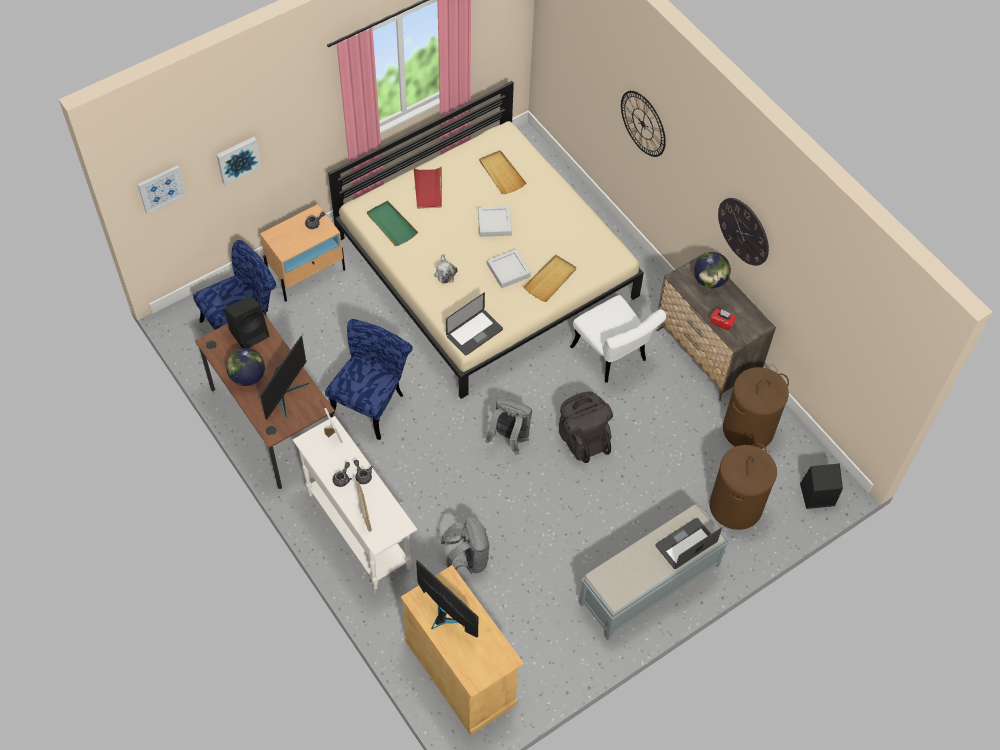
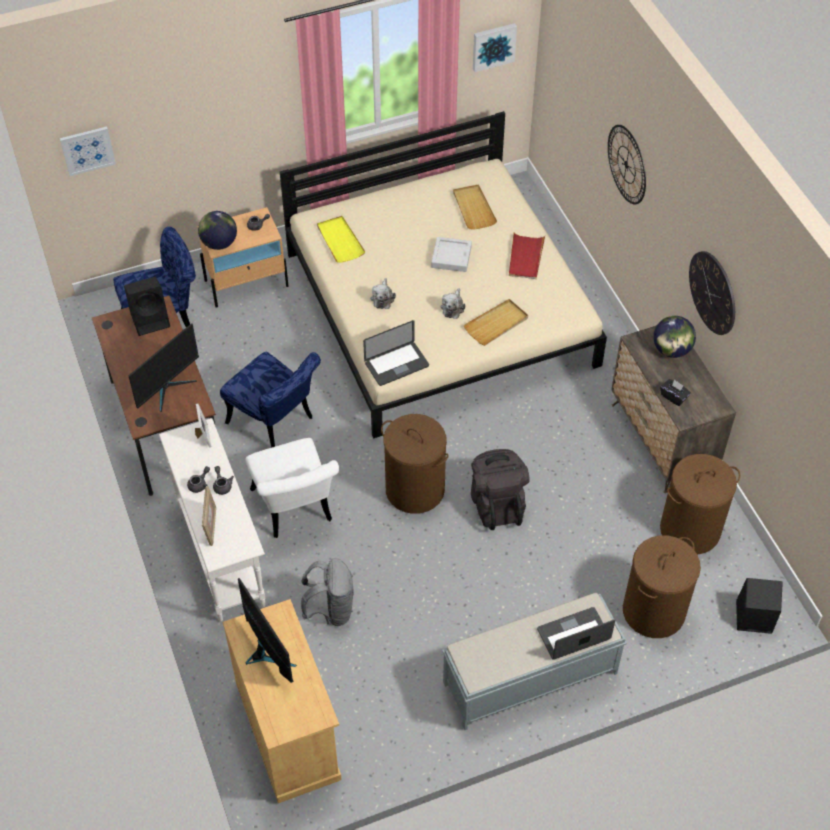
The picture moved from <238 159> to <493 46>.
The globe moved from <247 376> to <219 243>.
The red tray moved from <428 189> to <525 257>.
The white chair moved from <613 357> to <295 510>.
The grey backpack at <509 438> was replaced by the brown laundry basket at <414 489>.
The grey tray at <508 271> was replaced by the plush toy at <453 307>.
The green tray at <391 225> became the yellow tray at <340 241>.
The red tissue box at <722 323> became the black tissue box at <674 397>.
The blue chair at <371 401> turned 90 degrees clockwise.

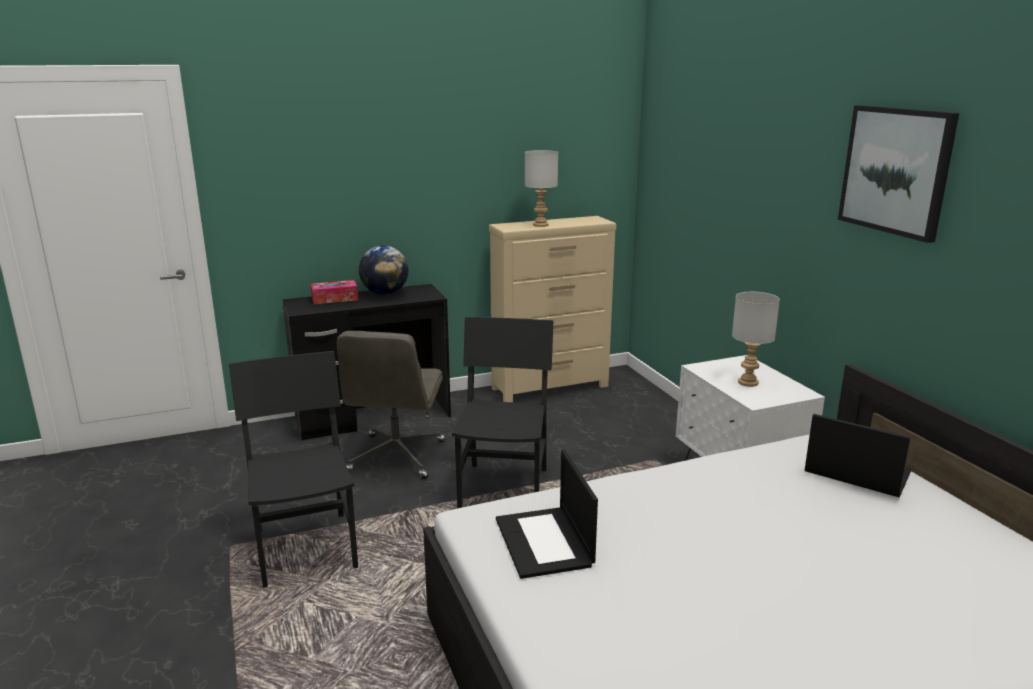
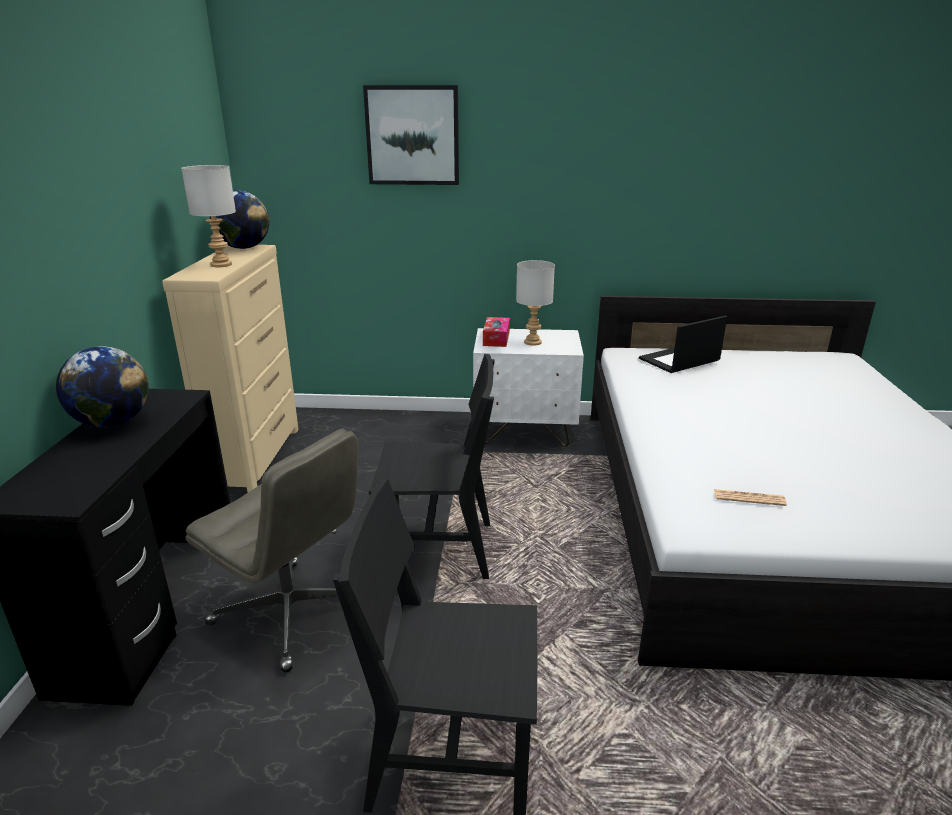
The globe at <244 248> appeared.
The tissue box moved from <334 299> to <496 338>.
The picture moved from <896 170> to <413 135>.
The laptop at <545 543> was replaced by the newspaper at <749 498>.
The black chair at <504 488> turned 150 degrees clockwise.

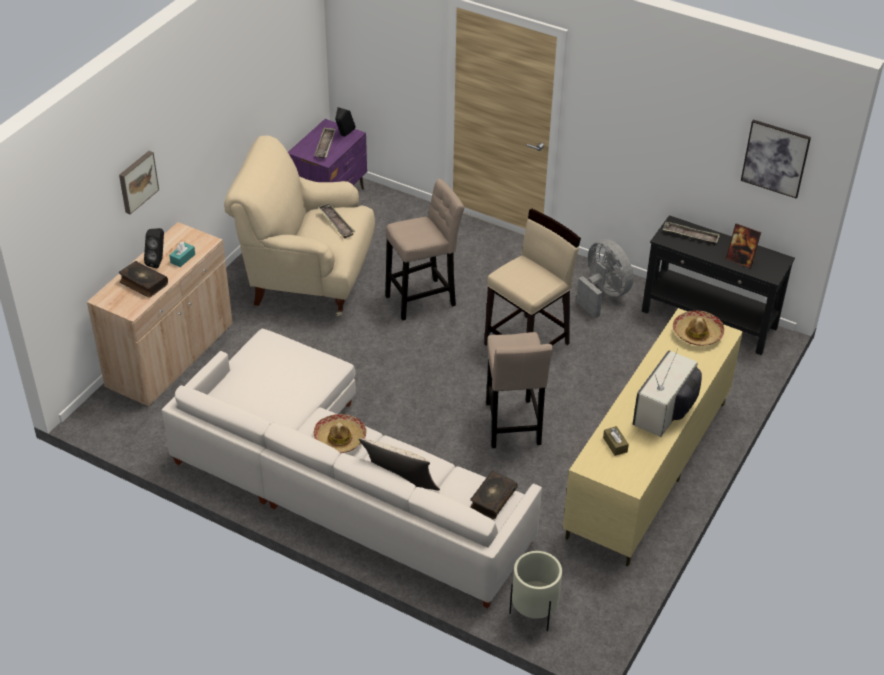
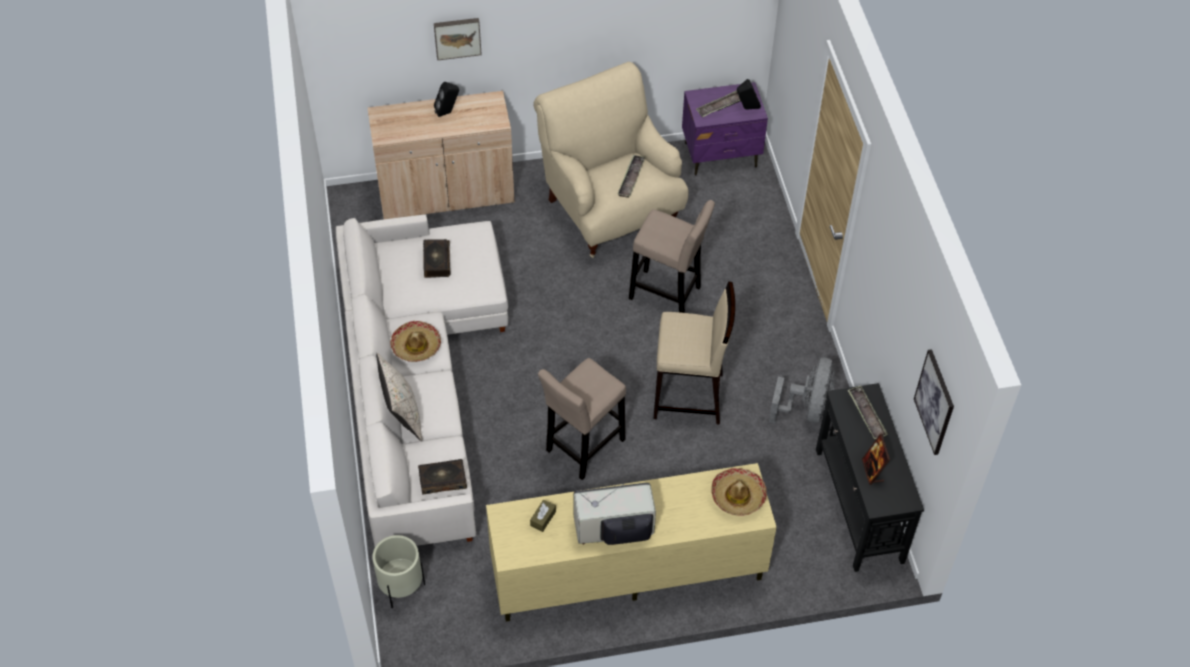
The turquoise tissue box at <183 258> disappeared.
The book moved from <143 283> to <436 262>.

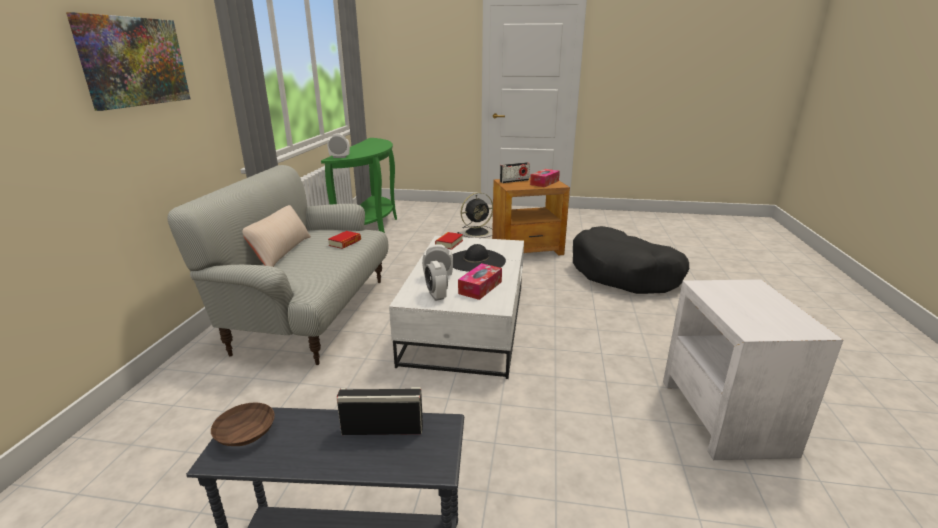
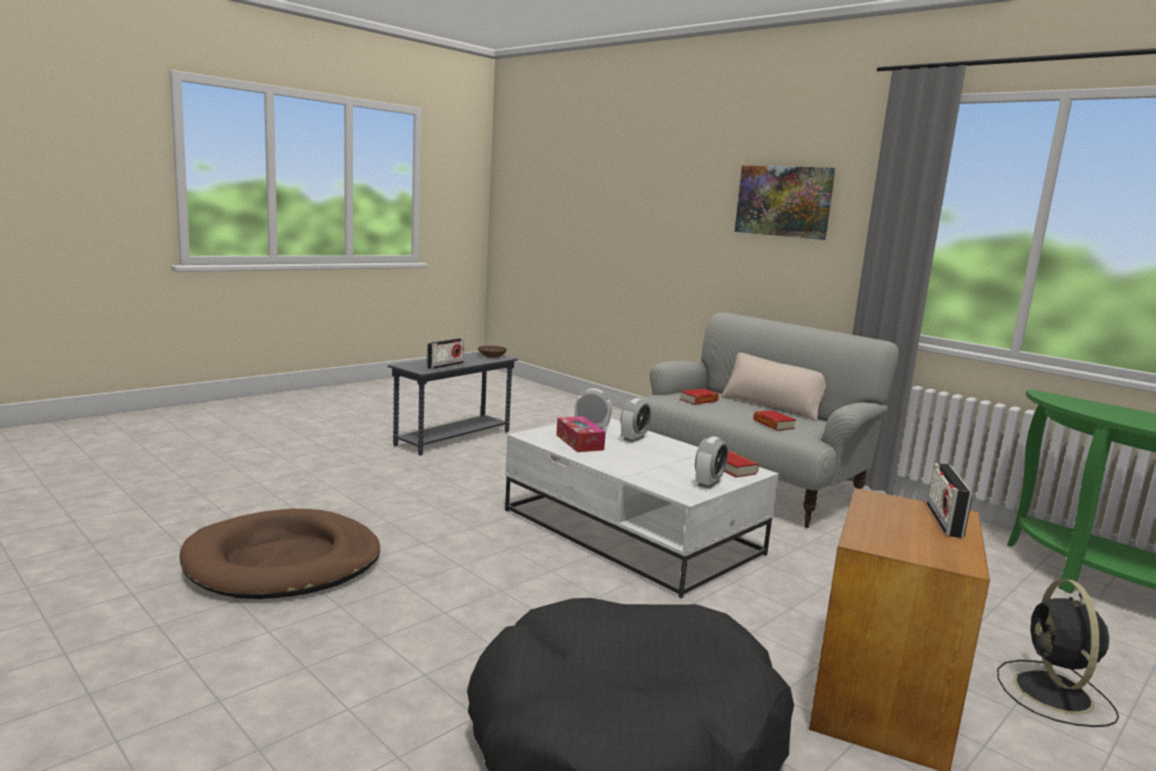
The black hat at <476 261> disappeared.
The tissue box at <544 183> disappeared.
The book at <698 400> appeared.
The alarm clock moved from <339 157> to <708 483>.
The white side table at <725 415> was replaced by the brown dog bed at <283 562>.

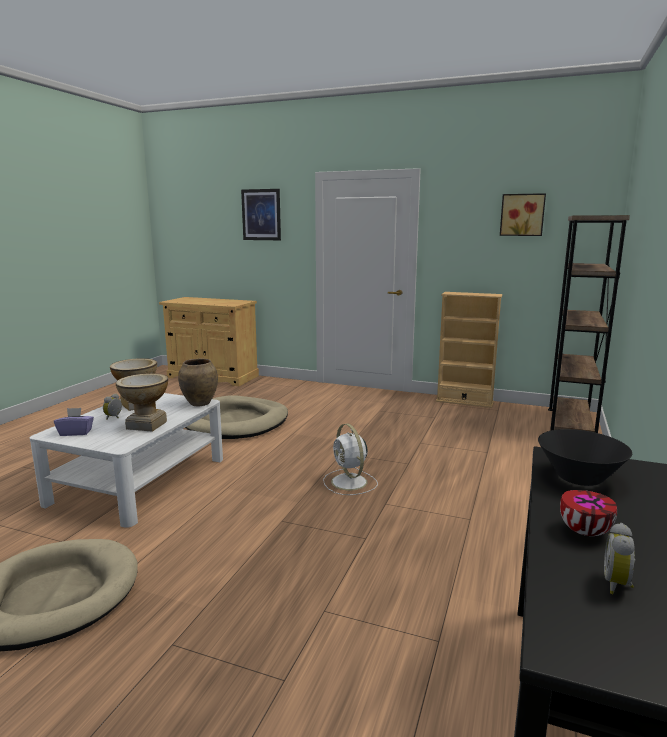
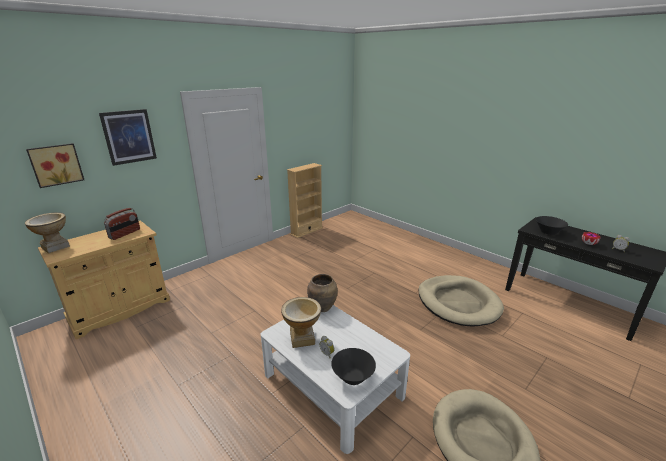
The white fan at <350 482> disappeared.
The brown bookcase at <570 426> disappeared.
The radio at <125 234> appeared.
The vase moved from <146 425> to <55 247>.
The beige dog bed moved from <236 422> to <458 303>.
The picture moved from <522 215> to <56 164>.
The purple tissue box at <76 432> was replaced by the black bowl at <353 377>.

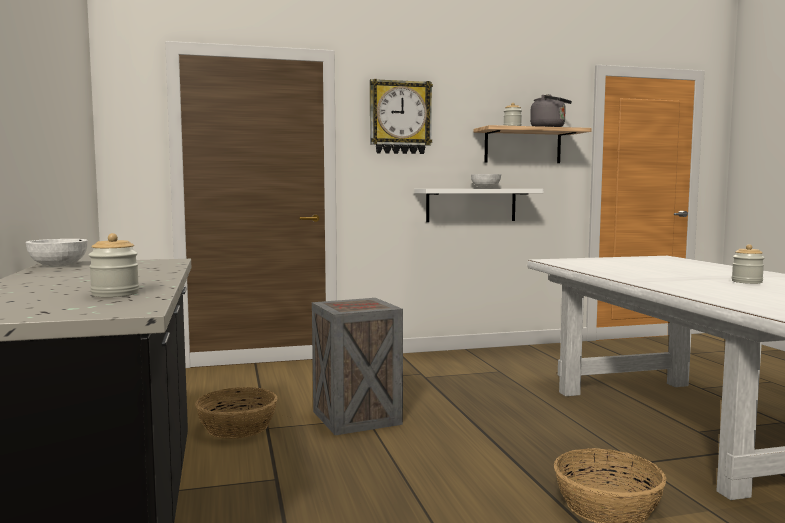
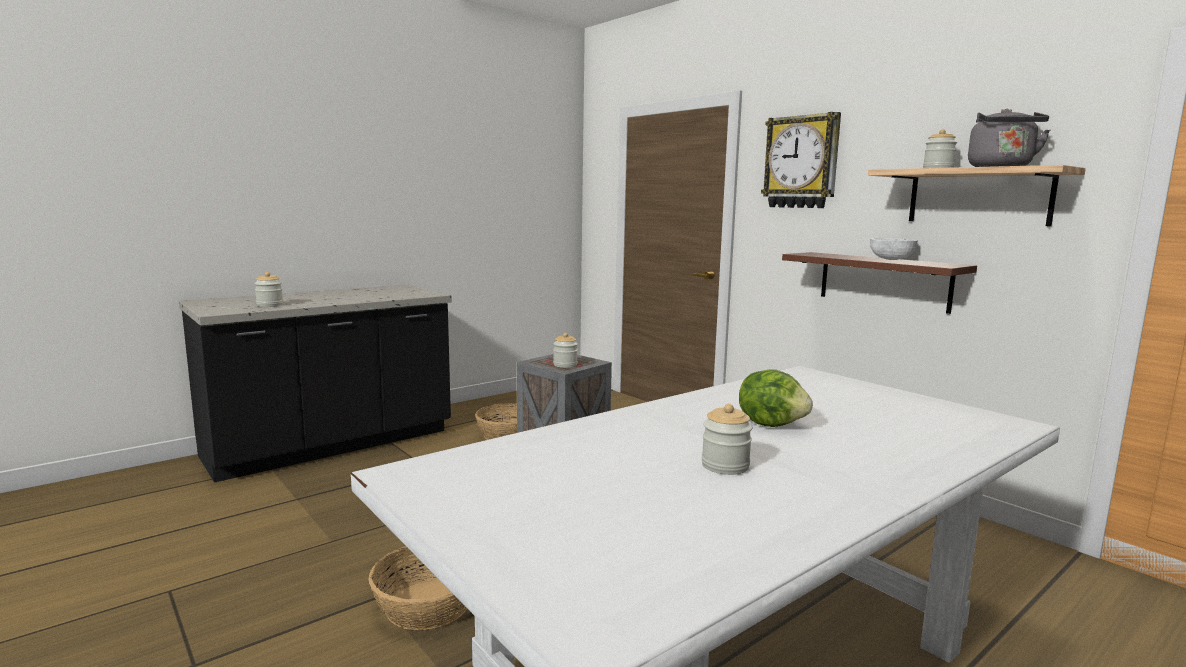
The white bowl at <58 266> disappeared.
The jar at <565 365> appeared.
The lettuce at <772 424> appeared.
The white shelf at <471 205> became the brown shelf at <883 281>.

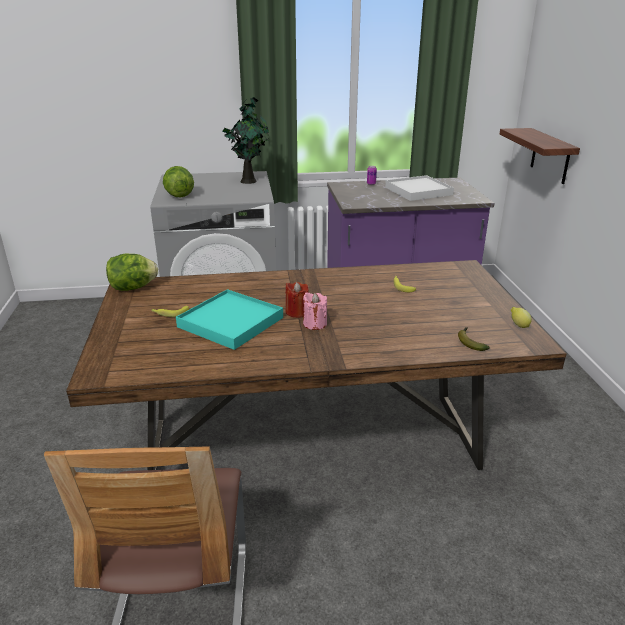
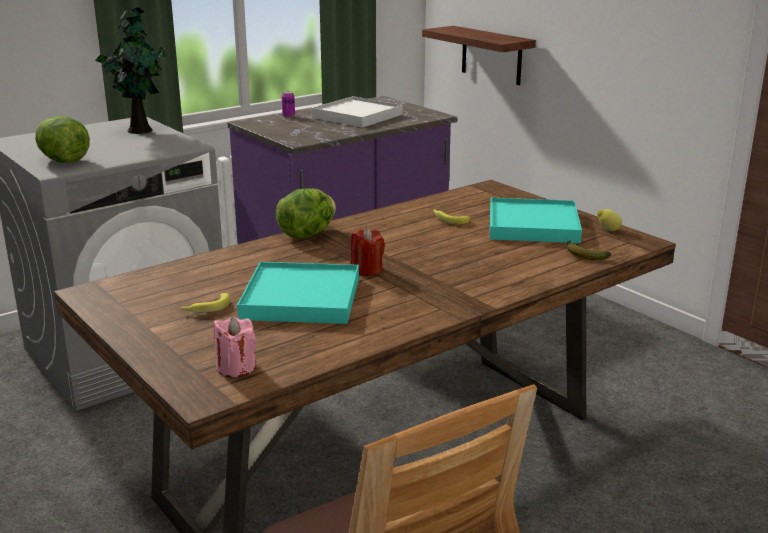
The turquoise tray at <532 225> appeared.
The lettuce moved from <133 288> to <307 234>.
The pink candle moved from <315 324> to <236 368>.

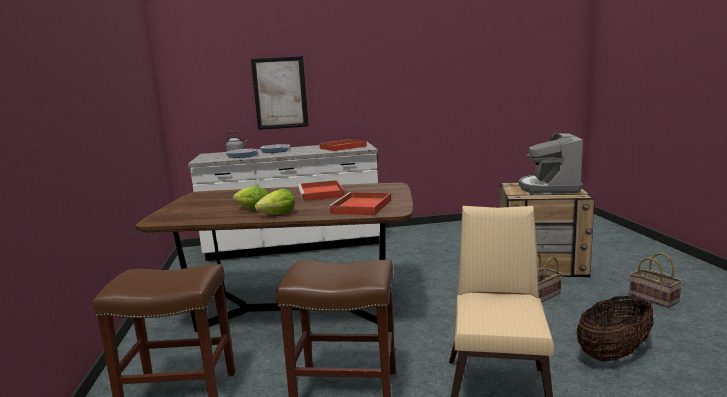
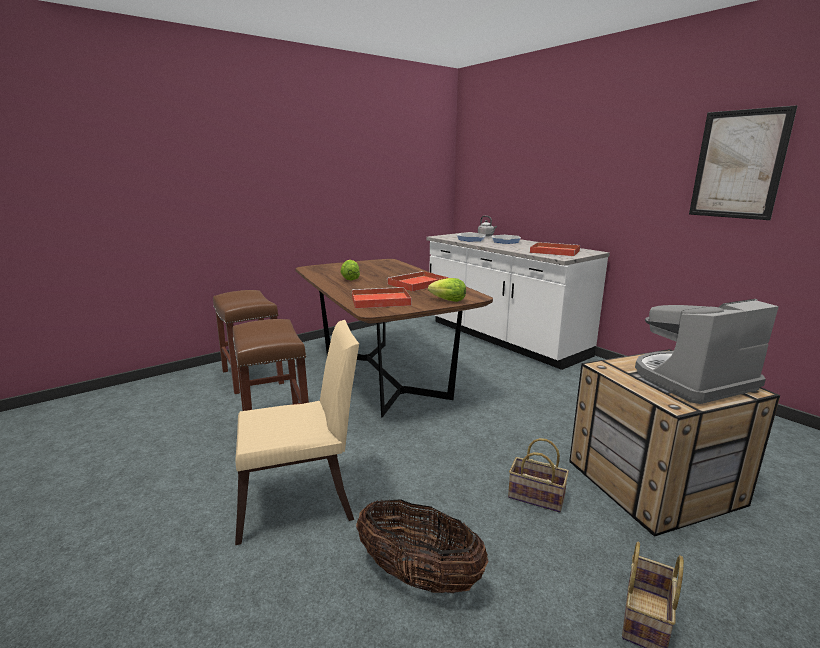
The picture moved from <280 93> to <738 165>.
The lettuce moved from <278 214> to <448 301>.

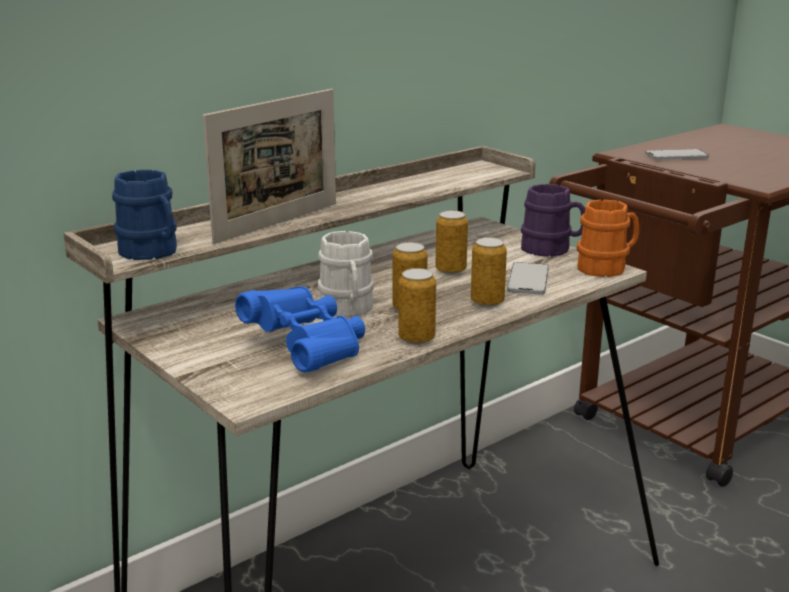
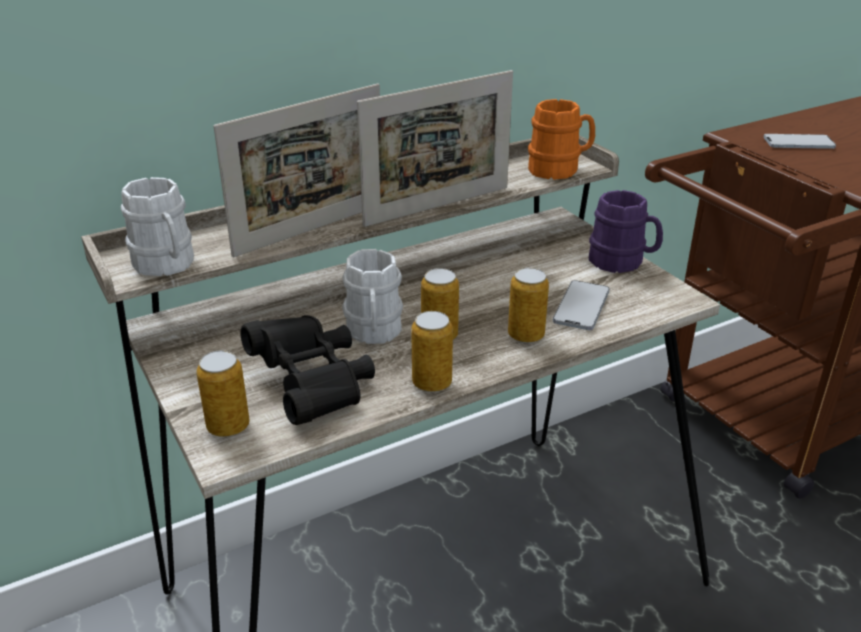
The picture frame at <438 206> appeared.
The can moved from <450 270> to <228 426>.
The orange mug moved from <607 267> to <560 169>.
The blue mug at <153 252> became the white mug at <166 265>.
The blue binoculars at <307 348> became the black binoculars at <313 385>.

